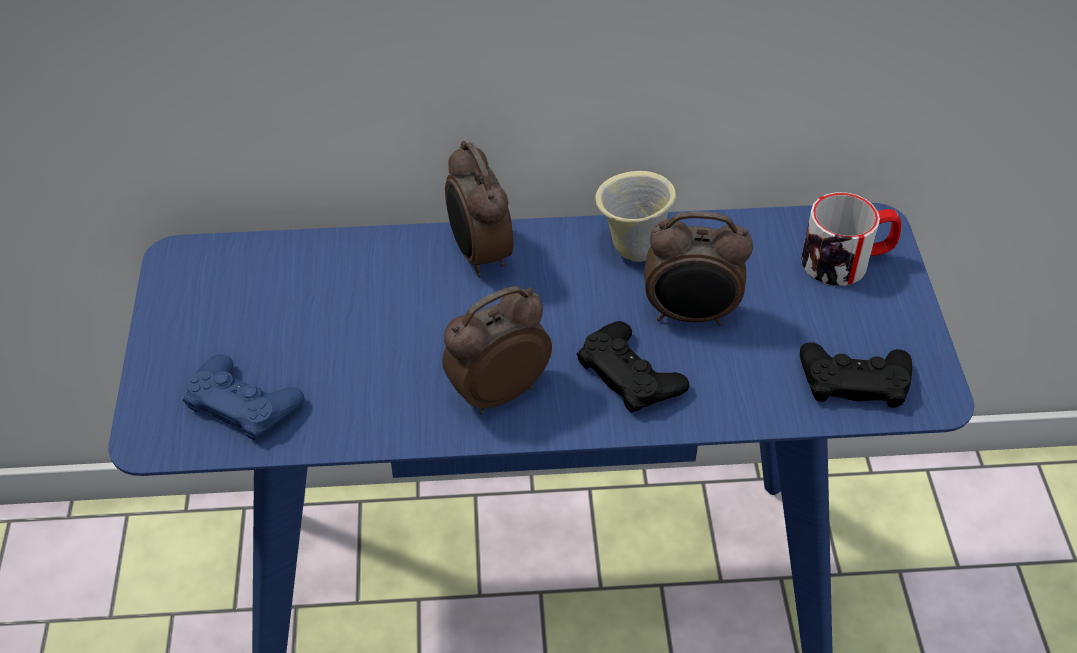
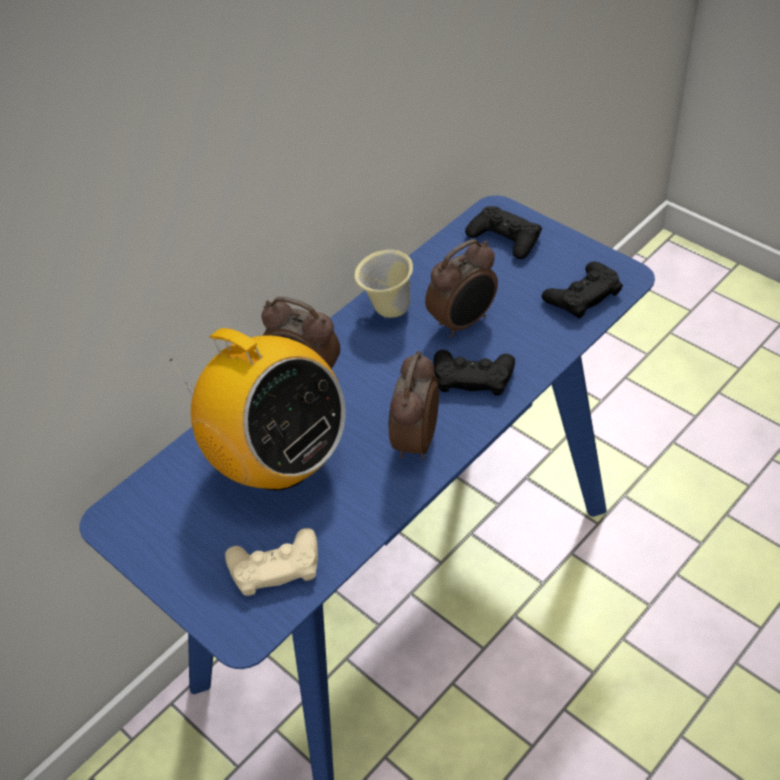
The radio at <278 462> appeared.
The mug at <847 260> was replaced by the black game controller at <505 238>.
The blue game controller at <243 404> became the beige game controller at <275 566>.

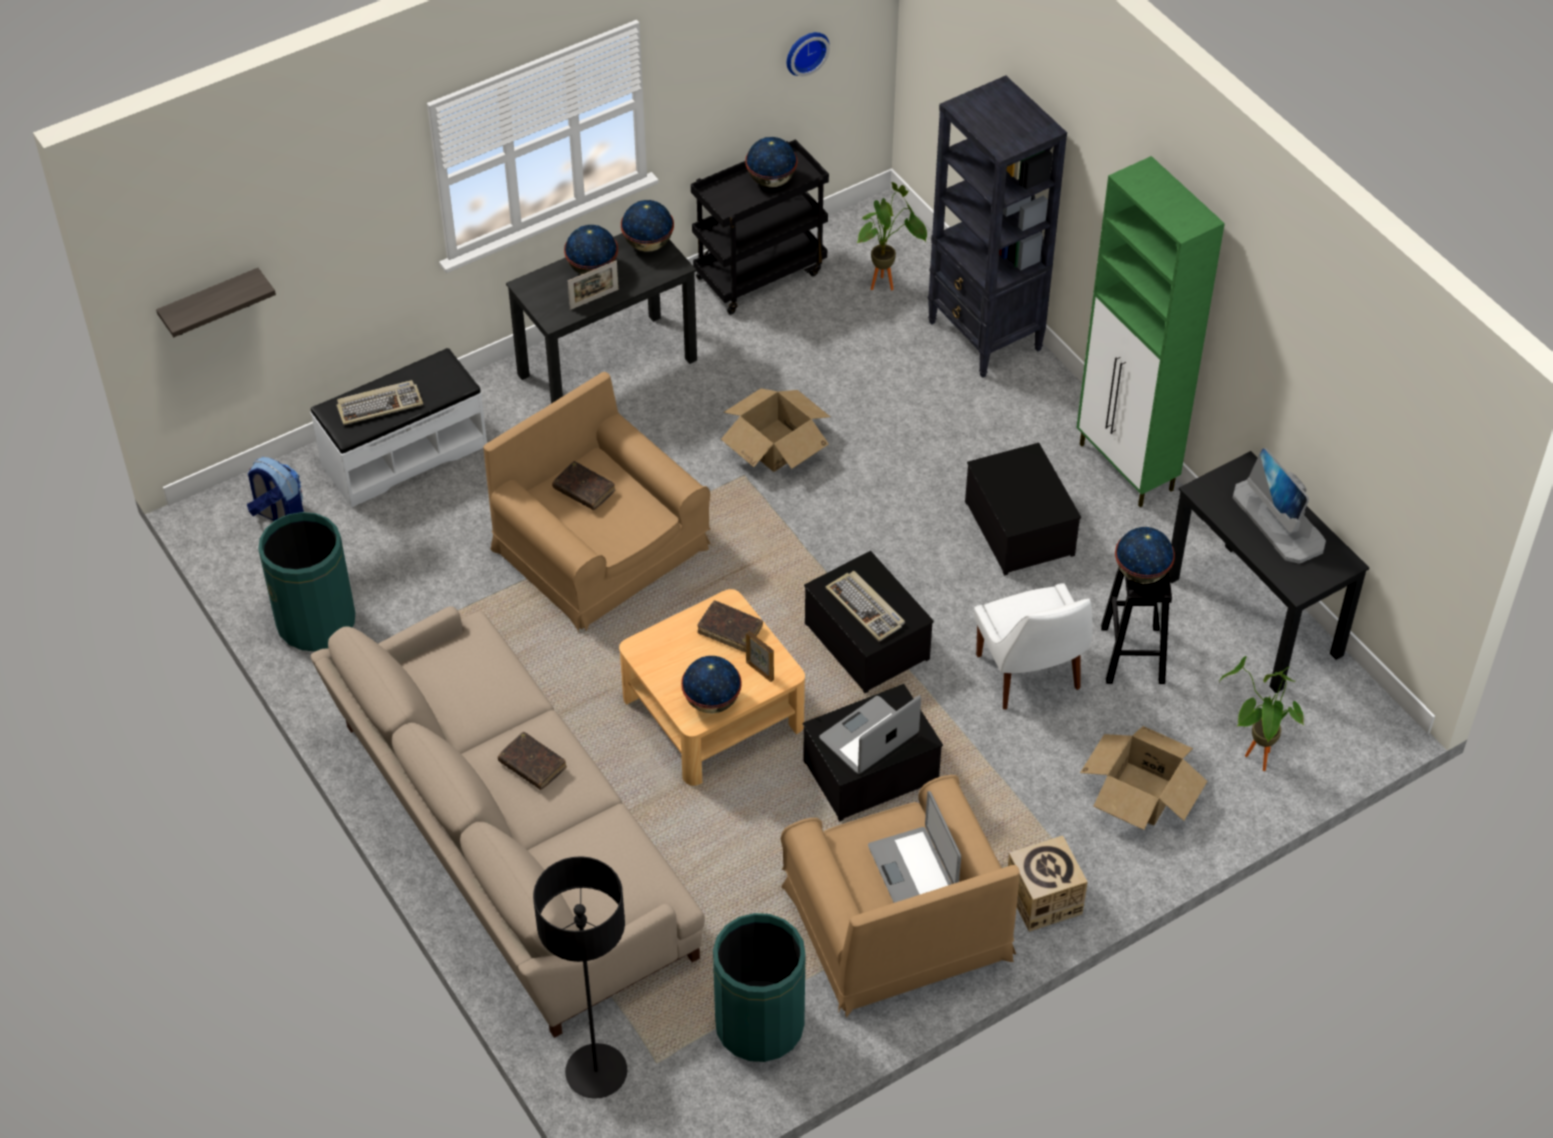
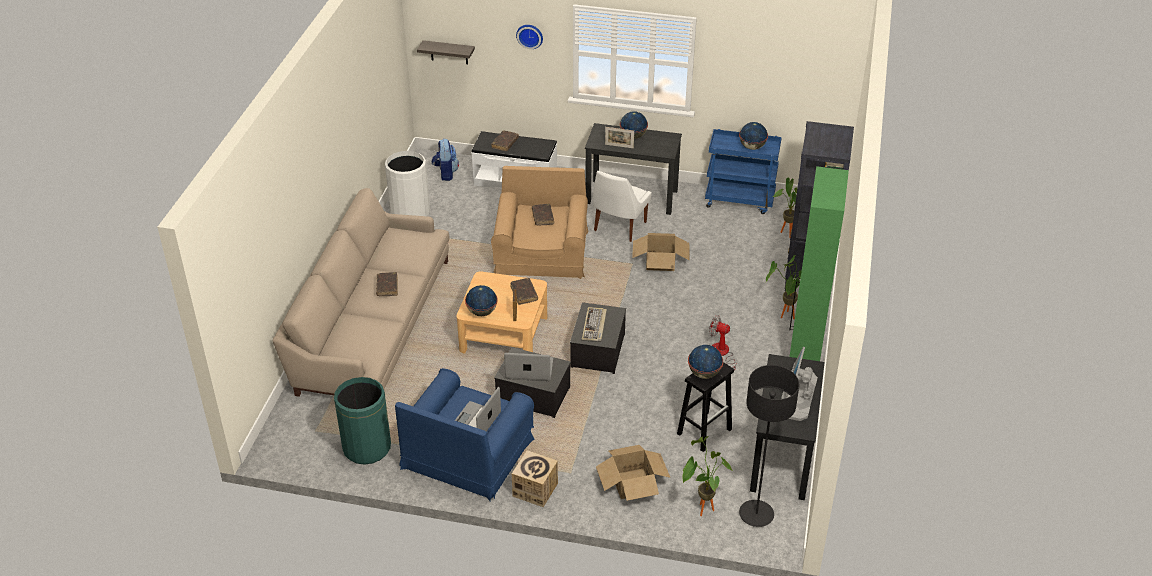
The globe at <648 244> disappeared.
The potted plant at <786 318> appeared.
The black floor lamp moved from <596 1072> to <756 514>.
The wall clock moved from <805 51> to <530 35>.
The white chair moved from <1029 675> to <619 227>.
The keyboard at <380 404> was replaced by the brown book at <505 143>.
The storage box at <1021 528> was replaced by the fan at <722 354>.
The green trash can at <316 622> became the white trash can at <410 213>.
The black cart at <760 274> became the blue cart at <740 200>.
The brown armchair at <898 922> became the blue armchair at <467 453>.

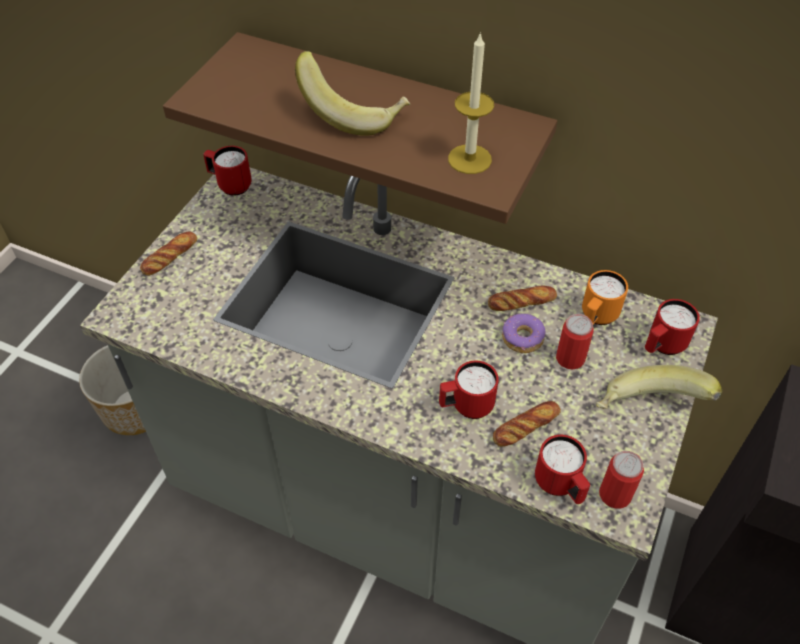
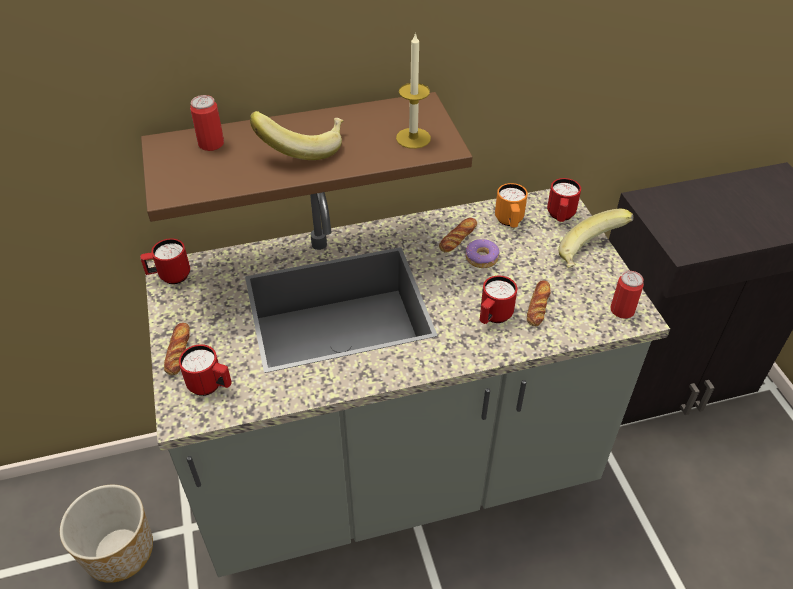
The red mug moved from <560 486> to <210 386>.
The can moved from <570 358> to <211 144>.

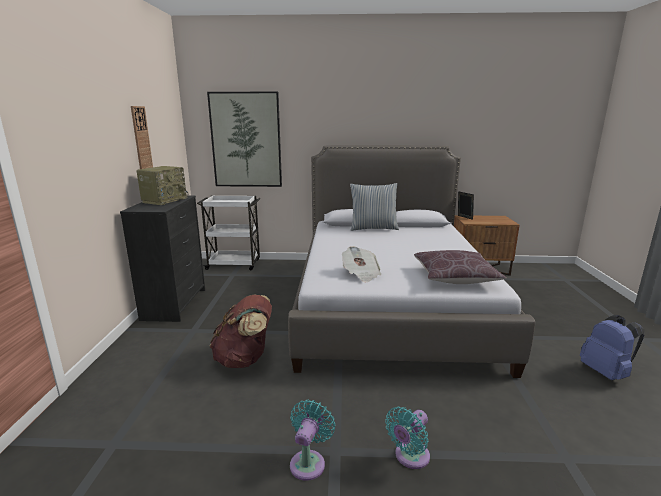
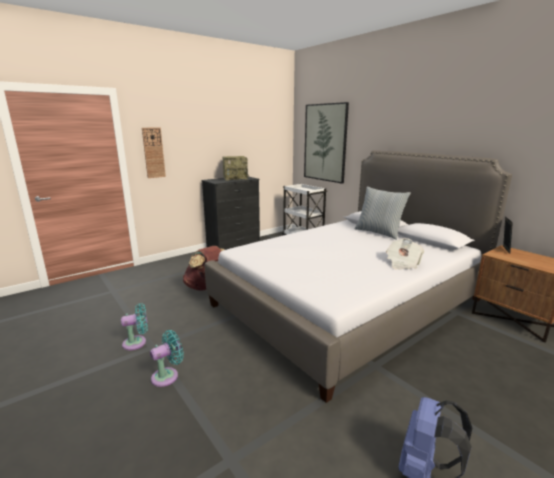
The brown pillow at <455 277> disappeared.
The wall clock moved from <141 140> to <153 153>.
The newspaper moved from <361 274> to <402 263>.
The turquoise fan at <409 457> turned 135 degrees clockwise.

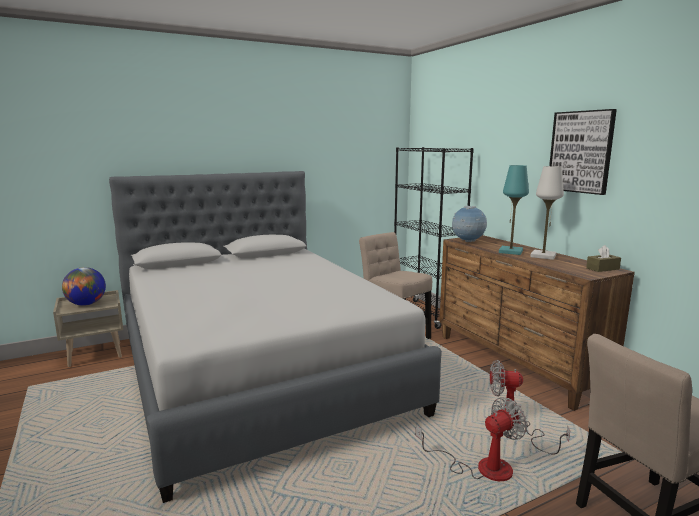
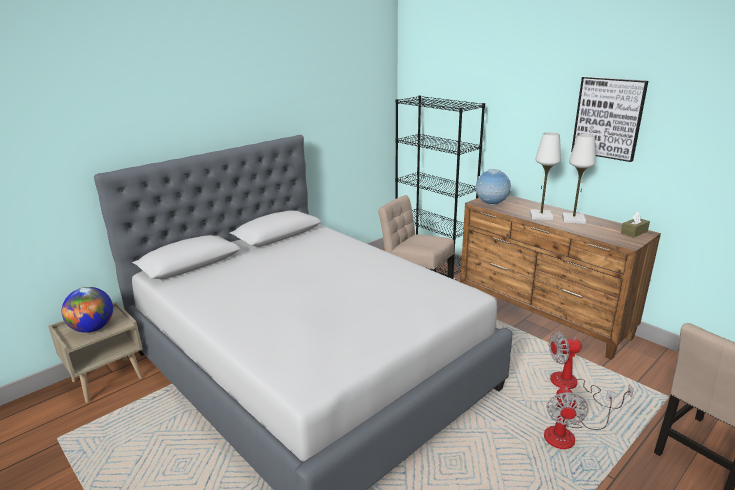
The turquoise table lamp at <510 252> became the white table lamp at <541 216>.
The fan at <481 467> turned 150 degrees clockwise.

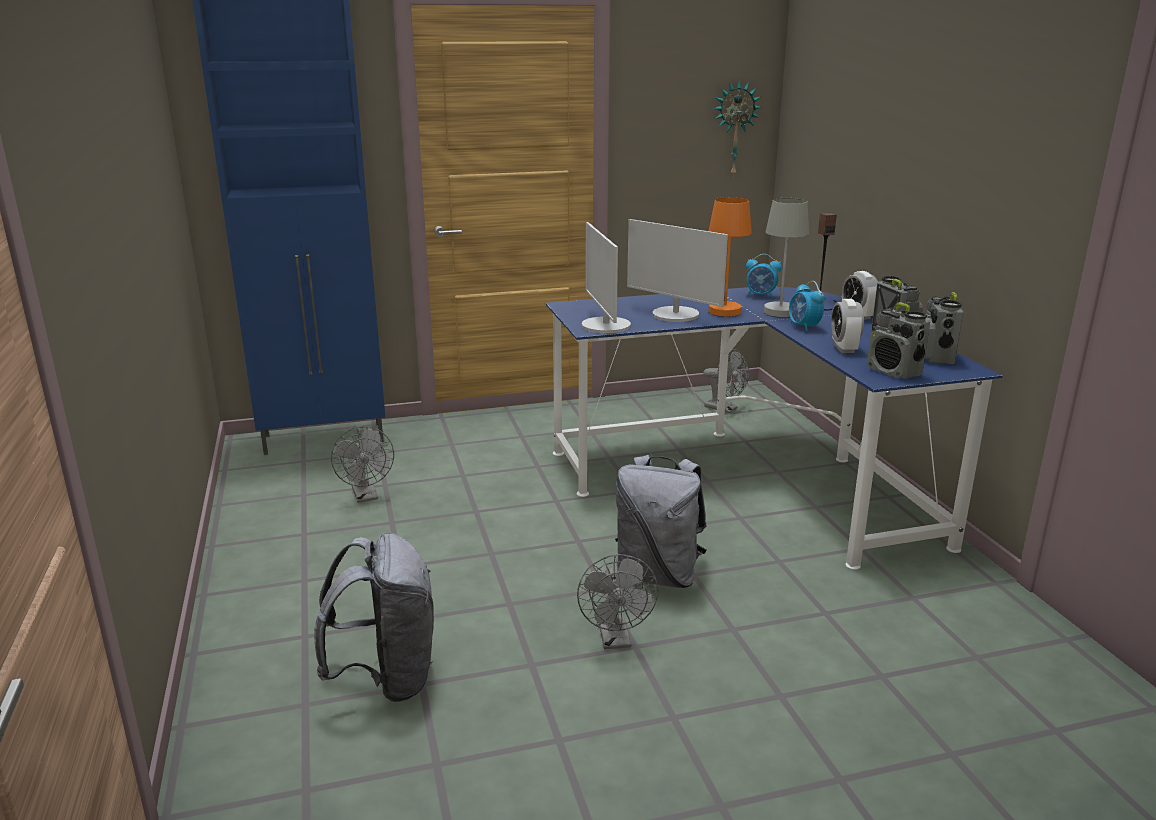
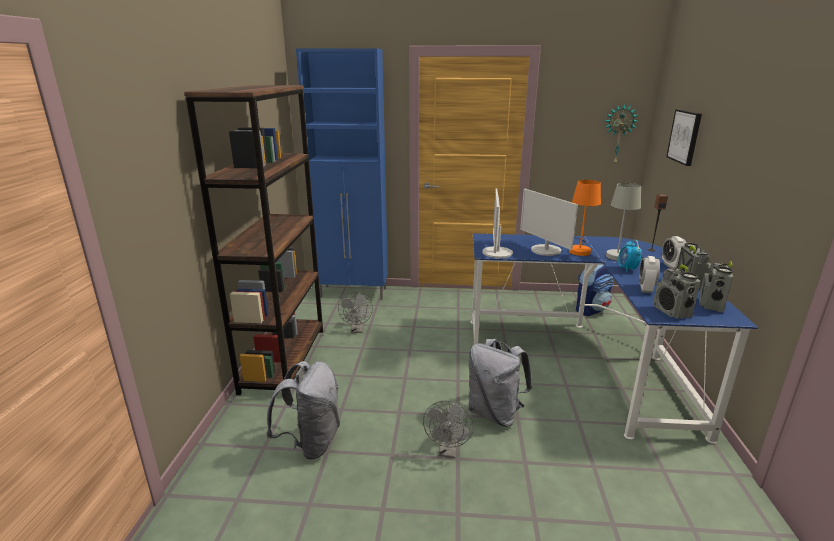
The alarm clock at <761 296> disappeared.
The brown bookcase at <284 359> appeared.
The picture at <685 136> appeared.
The grey fan at <725 409> was replaced by the backpack at <591 309>.

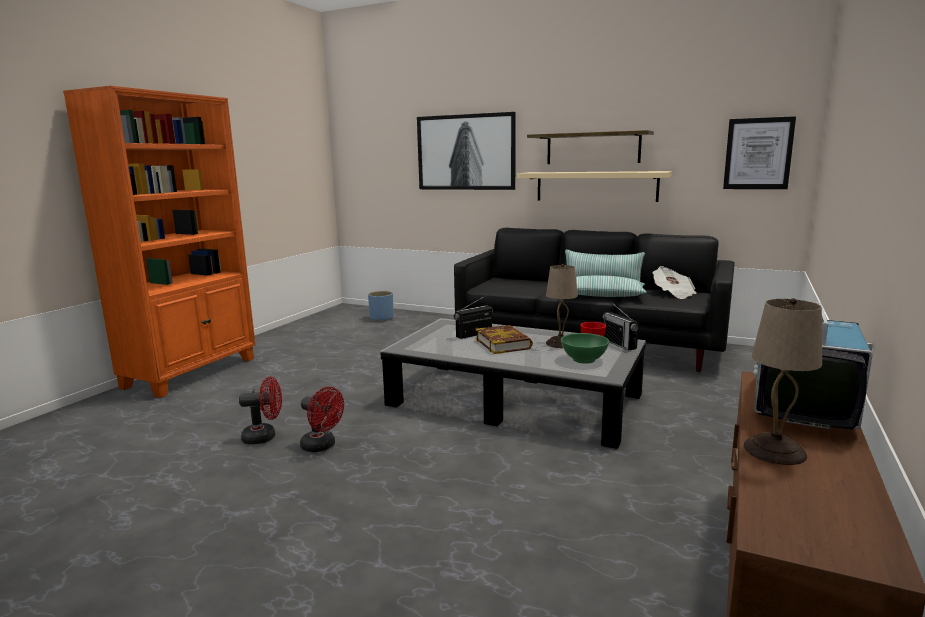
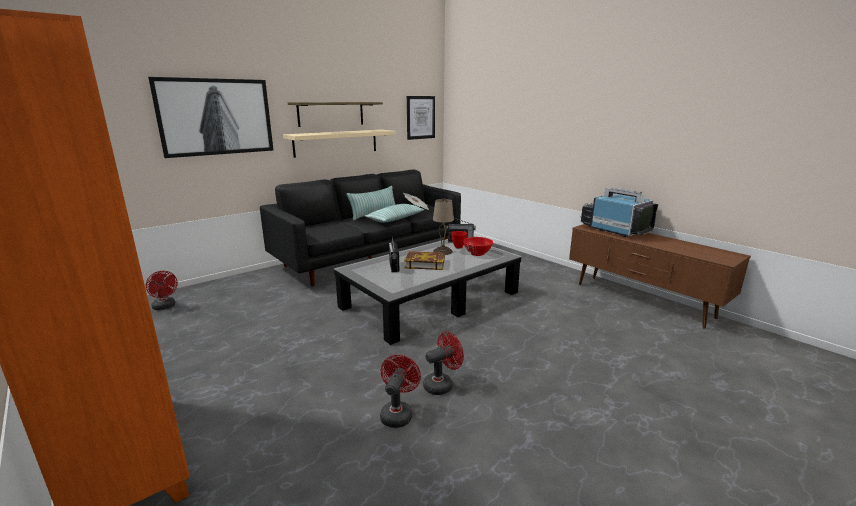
The beige table lamp at <773 450> disappeared.
The blue planter at <381 318> was replaced by the red fan at <165 307>.
The green bowl at <584 360> became the red bowl at <477 253>.

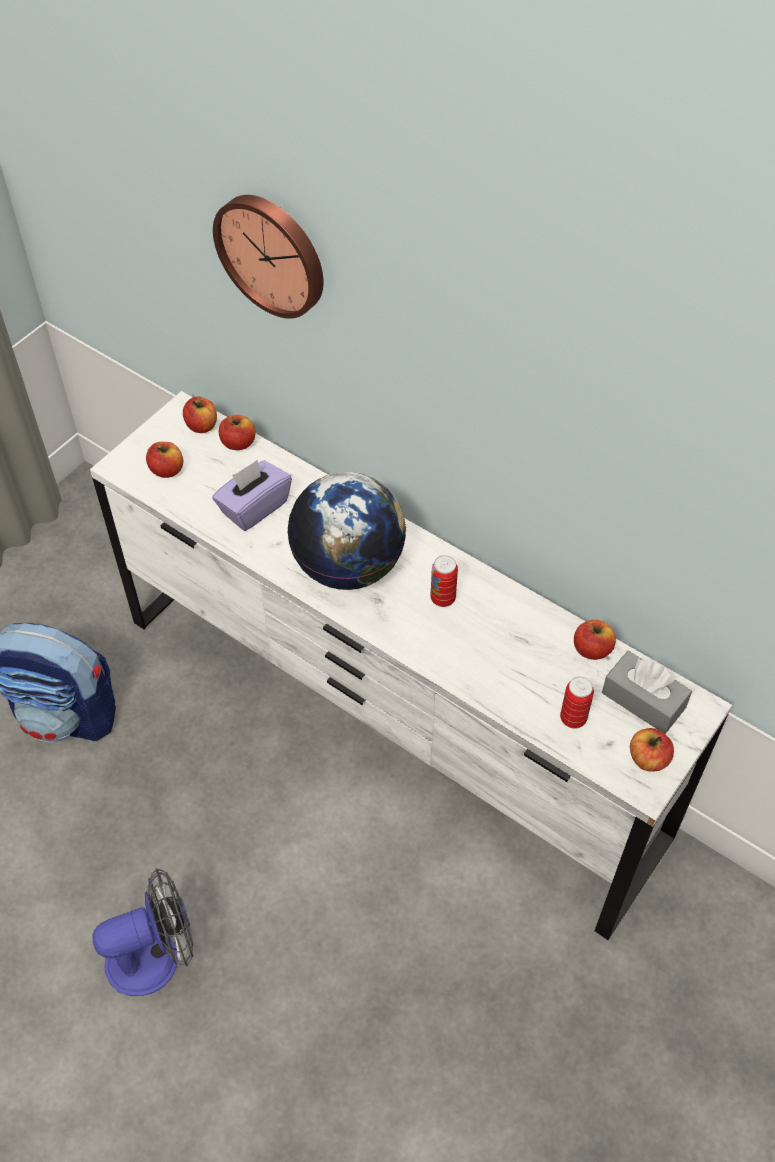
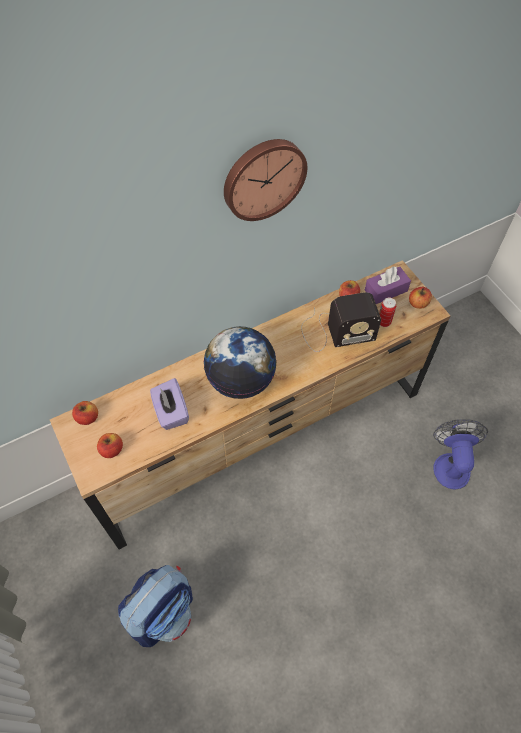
The apple at <238 443> disappeared.
The can at <443 598> disappeared.
The radio at <335 332> appeared.
The fan moved from <155 956> to <450 464>.
The wall clock moved from <272 253> to <263 178>.
The white dresser at <387 725> became the brown dresser at <260 439>.
The grey tissue box at <643 700> became the purple tissue box at <386 290>.

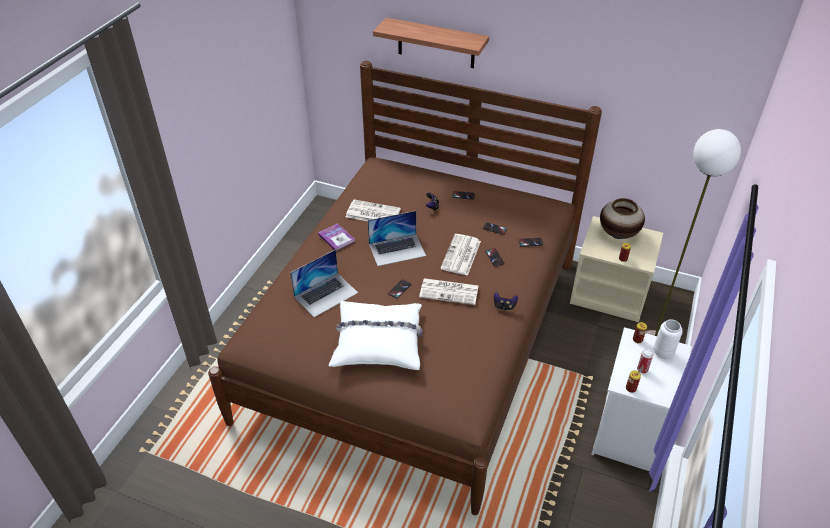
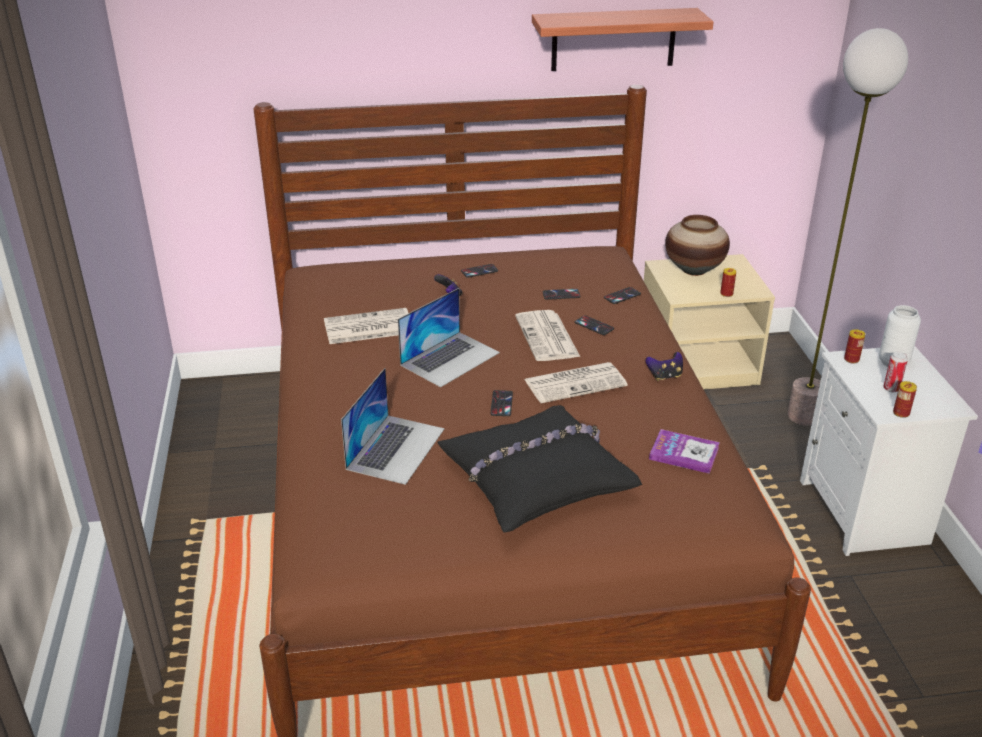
The book moved from <336 238> to <684 453>.
The shelf moved from <436 43> to <613 39>.
The white pillow at <378 341> became the black pillow at <536 479>.

